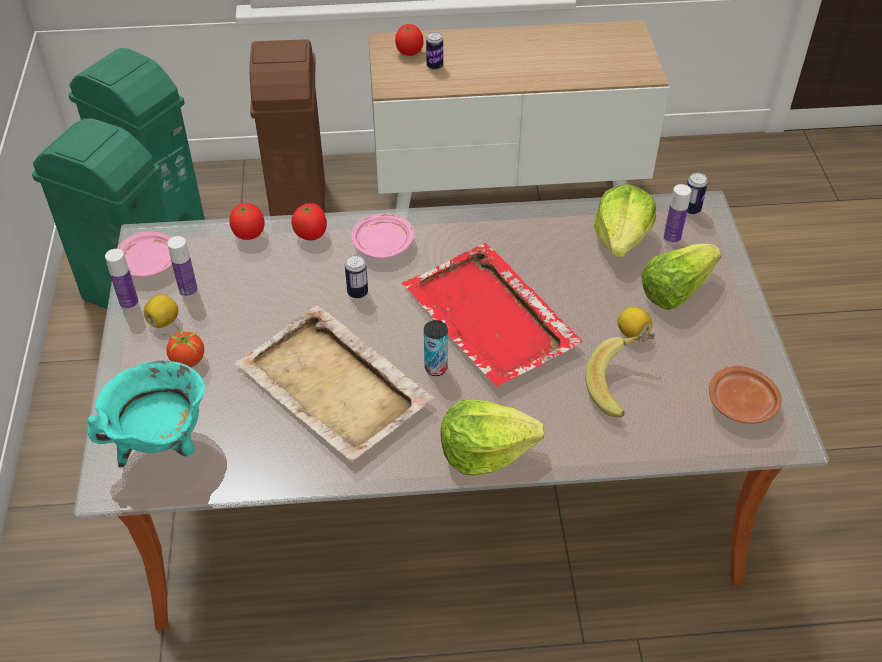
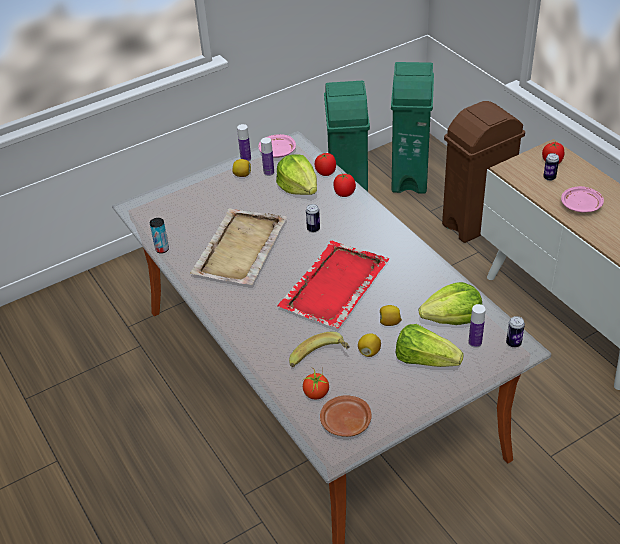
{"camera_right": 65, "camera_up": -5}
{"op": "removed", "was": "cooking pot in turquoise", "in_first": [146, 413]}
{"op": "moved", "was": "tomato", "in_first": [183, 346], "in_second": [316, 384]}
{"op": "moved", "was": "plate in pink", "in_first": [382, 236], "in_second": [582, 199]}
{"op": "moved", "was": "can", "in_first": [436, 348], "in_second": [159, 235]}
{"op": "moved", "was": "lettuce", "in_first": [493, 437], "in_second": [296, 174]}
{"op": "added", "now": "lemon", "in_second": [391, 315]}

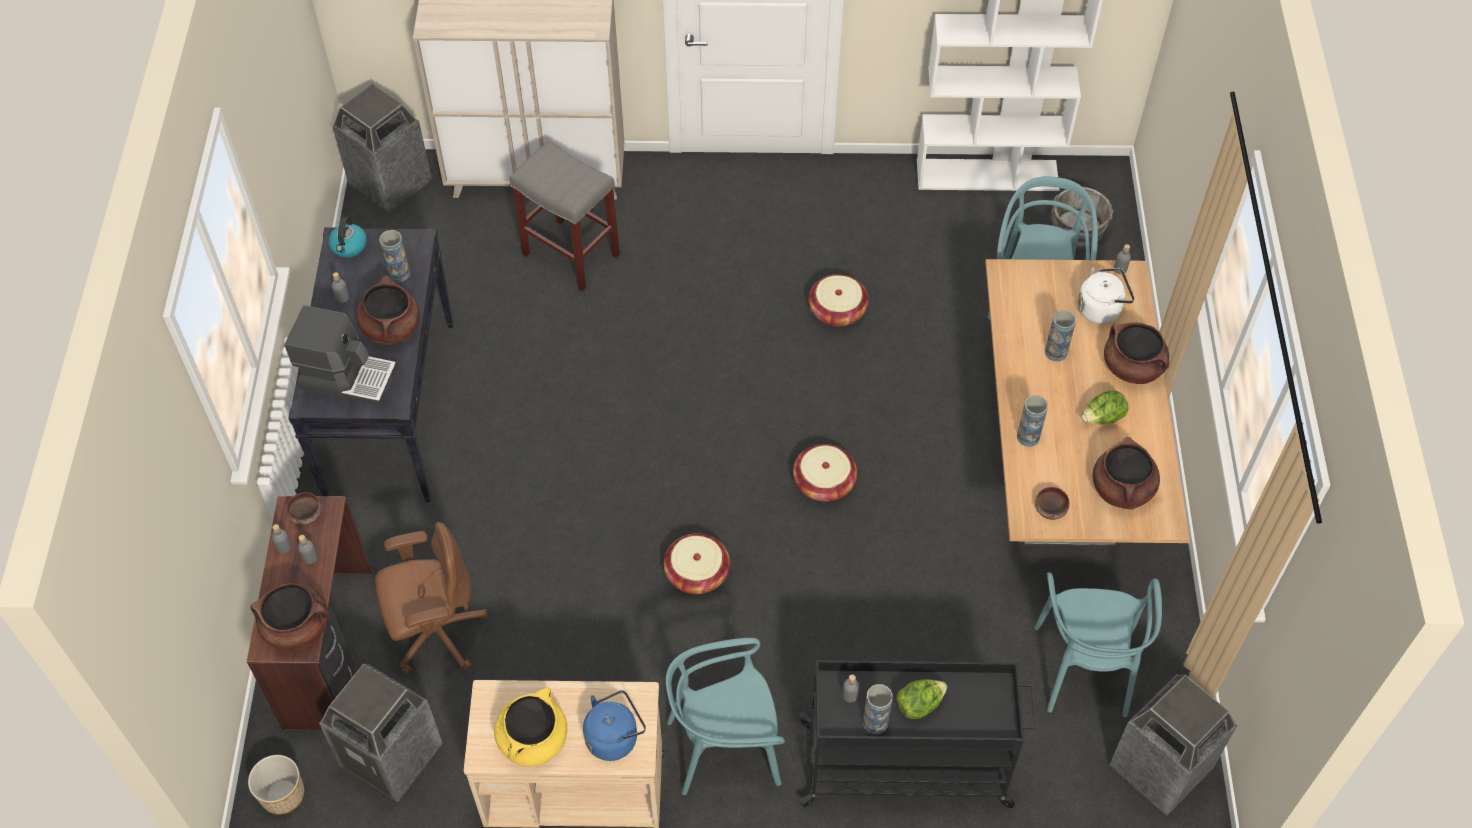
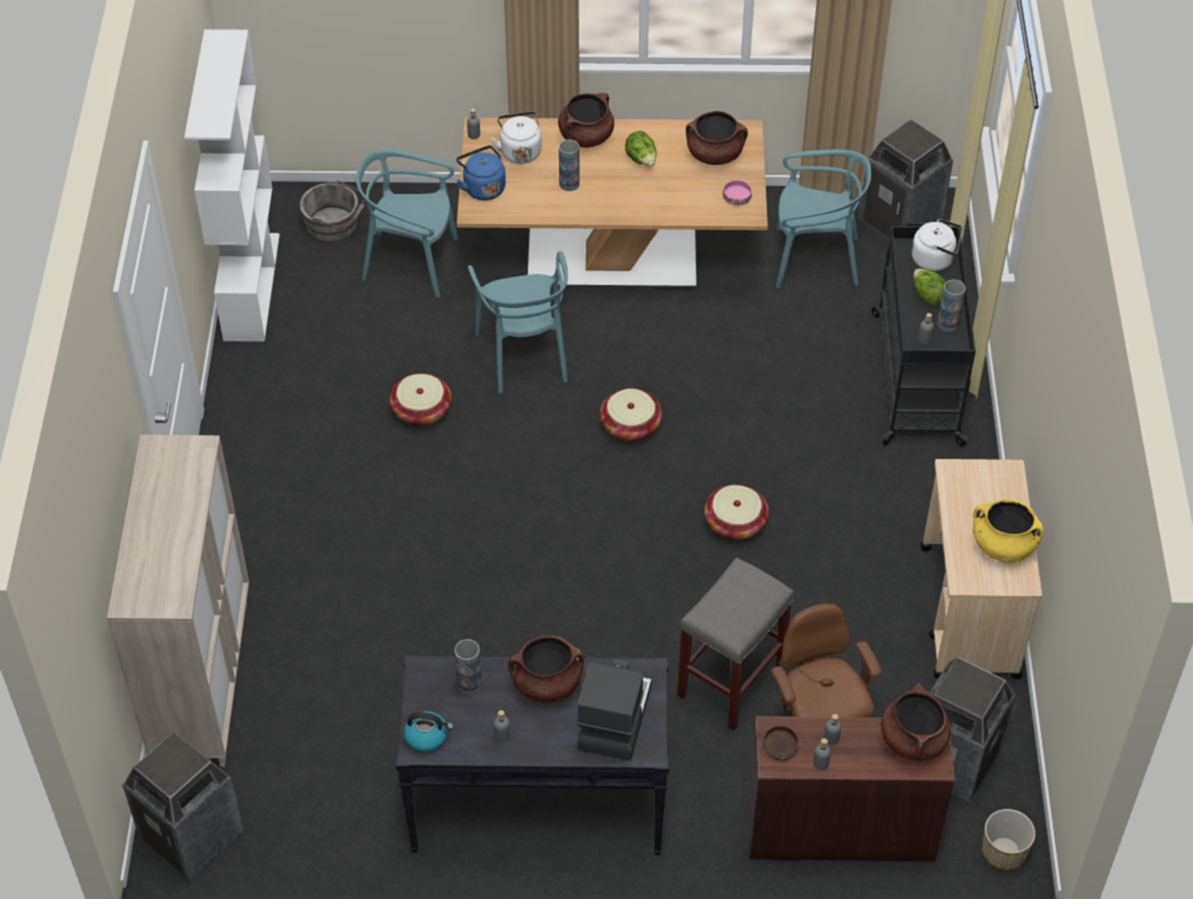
{"camera_right": -90, "camera_up": -5}
{"op": "moved", "was": "stool in grey", "in_first": [565, 216], "in_second": [735, 644]}
{"op": "moved", "was": "kettle in blue", "in_first": [614, 725], "in_second": [481, 172]}
{"op": "moved", "was": "chair in turquoise", "in_first": [725, 716], "in_second": [518, 322]}
{"op": "removed", "was": "vase", "in_first": [1032, 421]}
{"op": "recoloured", "was": "bowl in brown", "now": "bowl in pink", "in_first": [1052, 503], "in_second": [737, 193]}
{"op": "added", "now": "kettle in white", "in_second": [937, 245]}

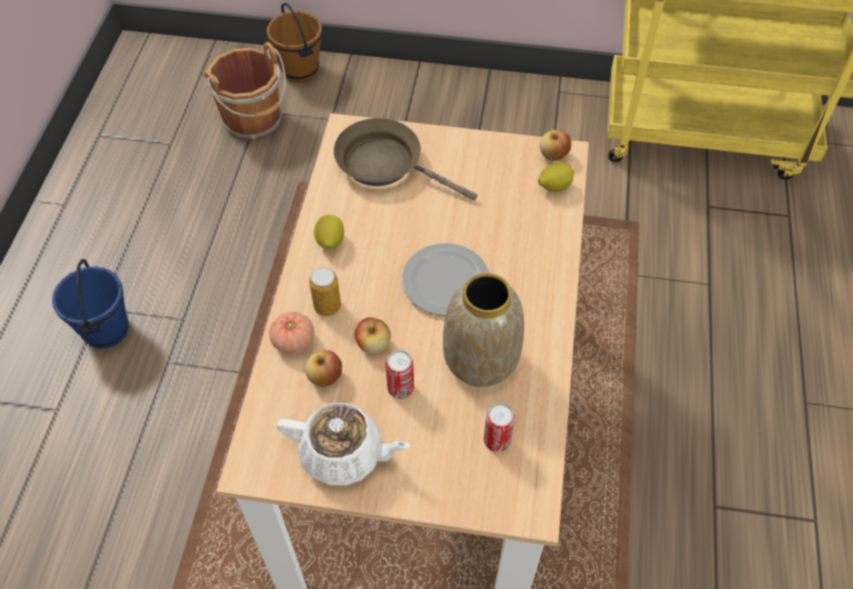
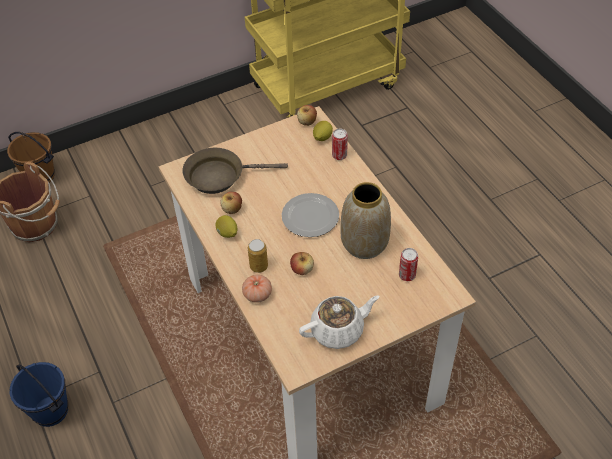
{"camera_right": -35, "camera_up": -5}
{"op": "moved", "was": "apple", "in_first": [323, 368], "in_second": [231, 203]}
{"op": "moved", "was": "can", "in_first": [400, 374], "in_second": [340, 144]}

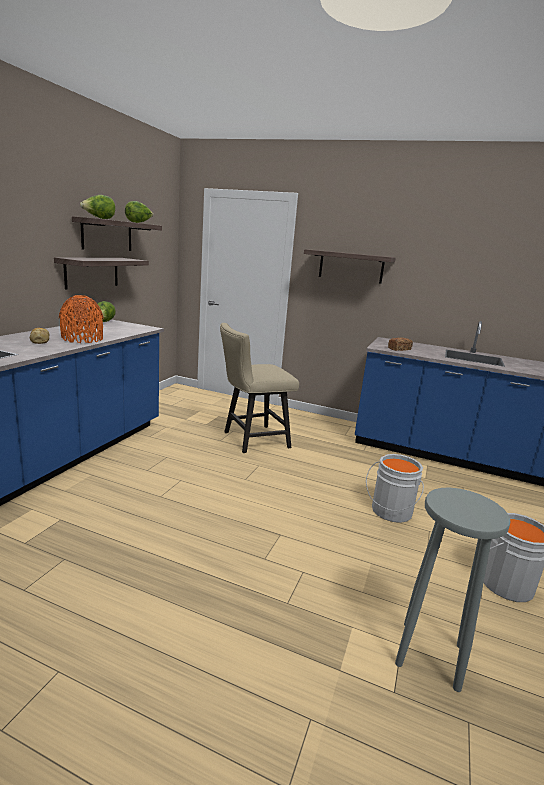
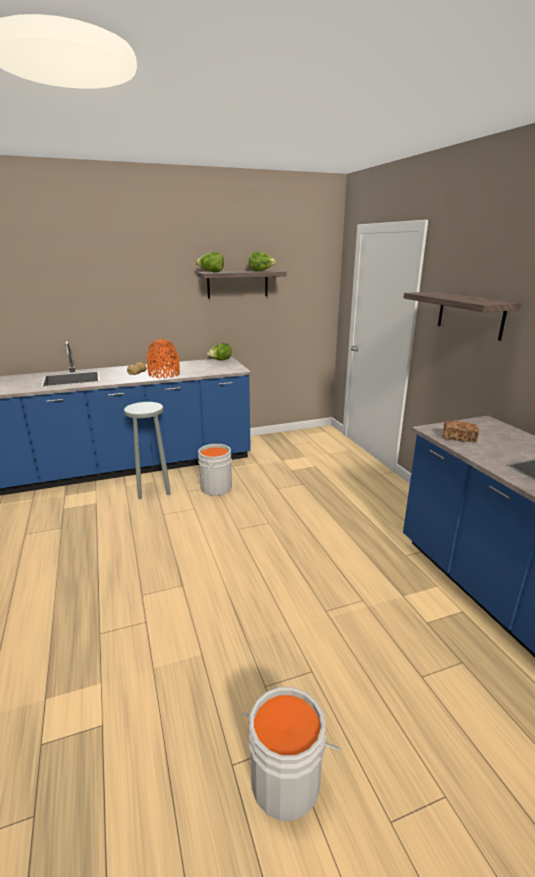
{"camera_right": 50, "camera_up": 5}
{"op": "removed", "was": "shelf", "in_first": [101, 273]}
{"op": "removed", "was": "chair in beige", "in_first": [259, 388]}
{"op": "moved", "was": "bucket in grey", "in_first": [395, 488], "in_second": [214, 470]}
{"op": "moved", "was": "stool in grey", "in_first": [453, 589], "in_second": [147, 450]}

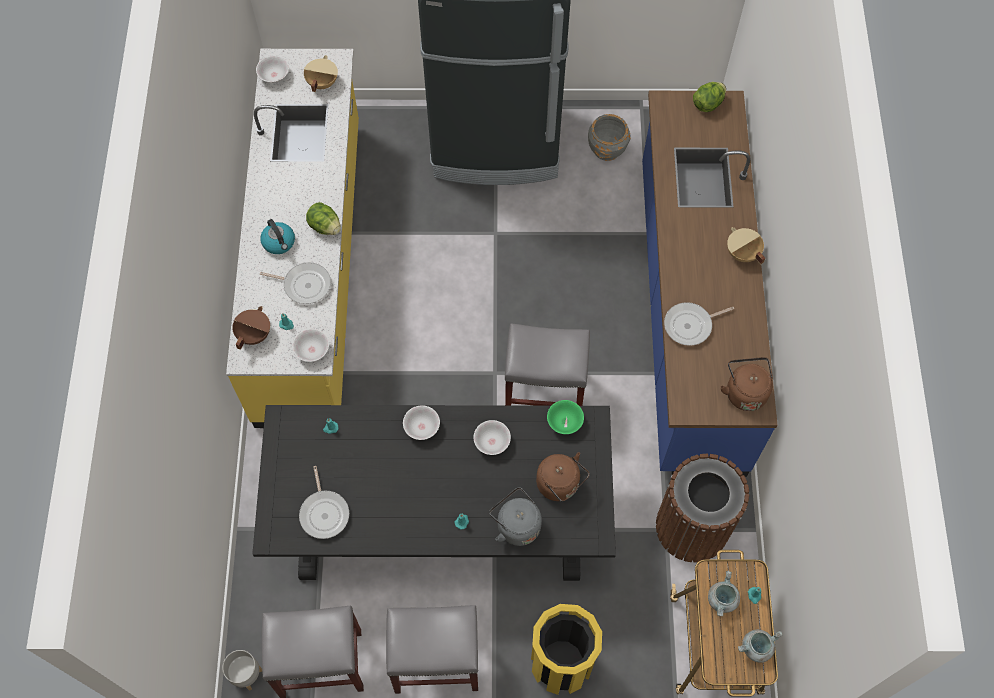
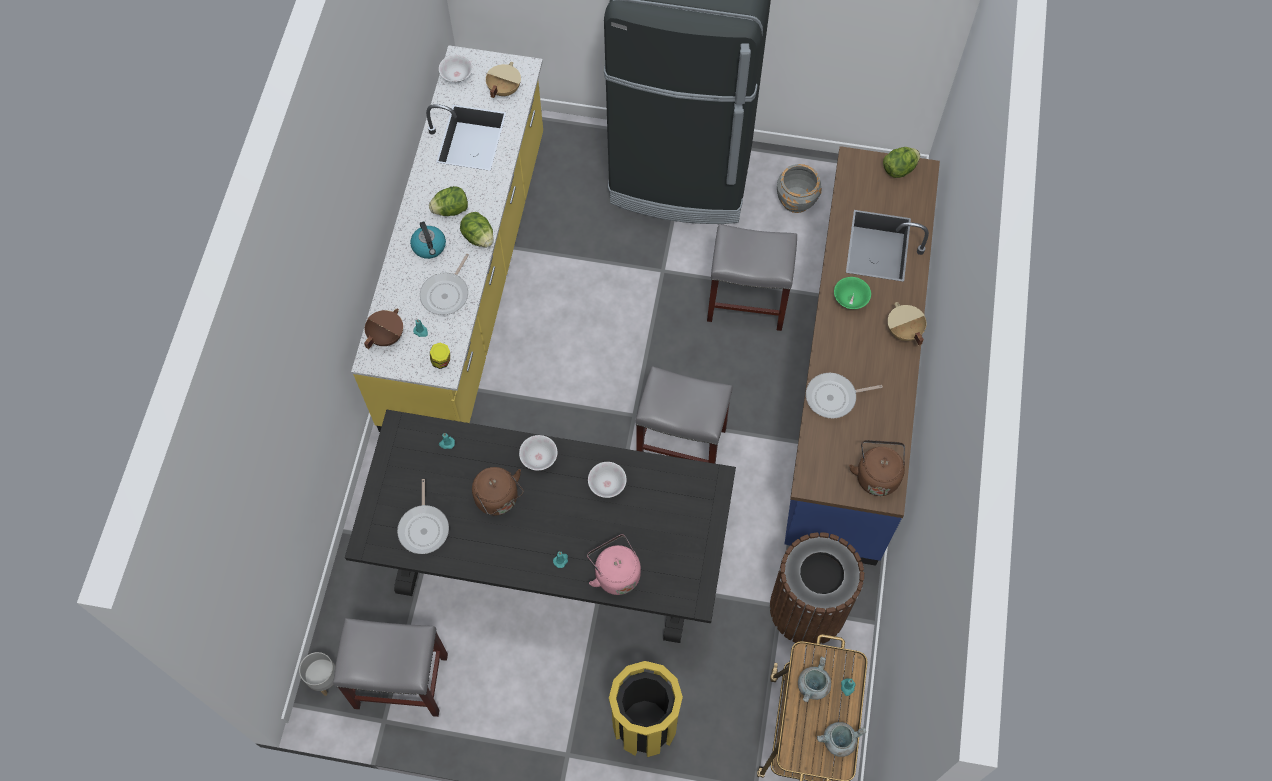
{"camera_right": 10, "camera_up": 0}
{"op": "turned", "was": "frying pan", "in_first": [295, 283], "in_second": [444, 284], "clockwise": 90}
{"op": "replaced", "was": "bowl in white", "now": "jar", "in_first": [310, 345], "in_second": [440, 355]}
{"op": "moved", "was": "stool in grey", "in_first": [432, 649], "in_second": [752, 277]}
{"op": "recoloured", "was": "kettle in grey", "now": "kettle in pink", "in_first": [515, 516], "in_second": [614, 565]}
{"op": "moved", "was": "kettle in brown", "in_first": [562, 477], "in_second": [498, 491]}
{"op": "moved", "was": "bowl in green", "in_first": [565, 417], "in_second": [852, 293]}
{"op": "added", "now": "lettuce", "in_second": [448, 201]}

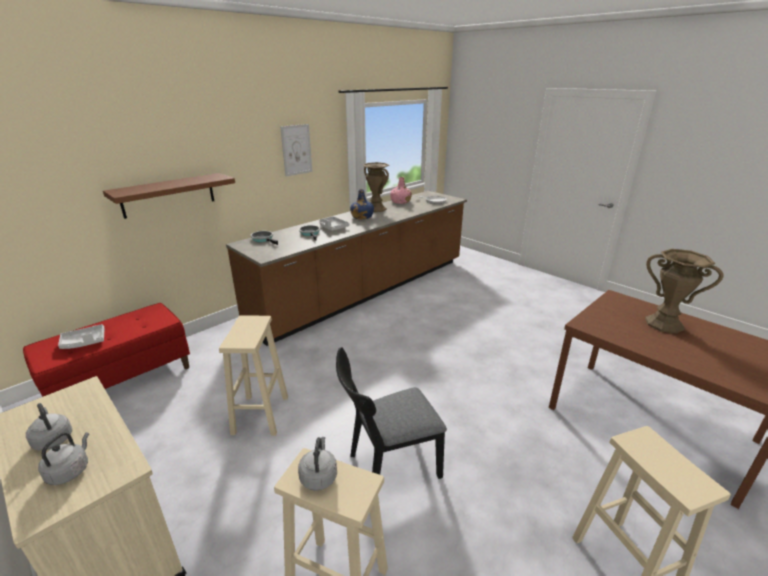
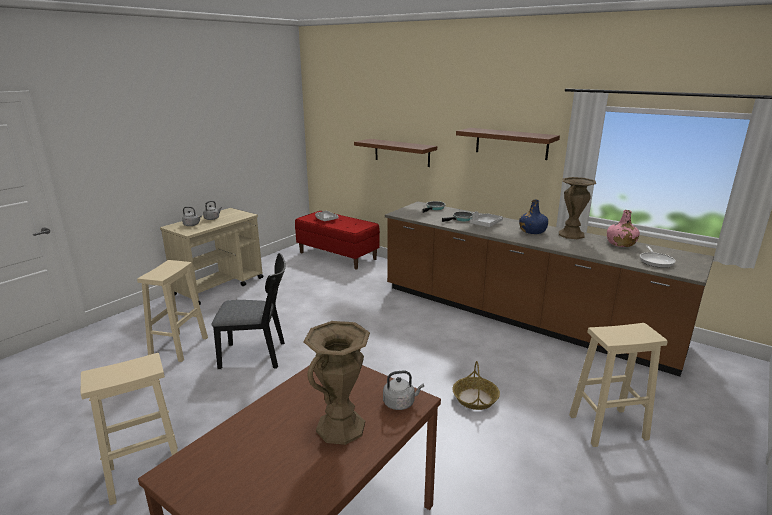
{"camera_right": 80, "camera_up": -5}
{"op": "moved", "was": "stool in beige", "in_first": [253, 376], "in_second": [618, 385]}
{"op": "replaced", "was": "picture", "now": "shelf in brown", "in_first": [296, 150], "in_second": [508, 144]}
{"op": "moved", "was": "kettle in grey", "in_first": [317, 464], "in_second": [403, 390]}
{"op": "turned", "was": "chair in black", "in_first": [391, 413], "in_second": [249, 311], "clockwise": 120}
{"op": "added", "now": "basket", "in_second": [476, 385]}

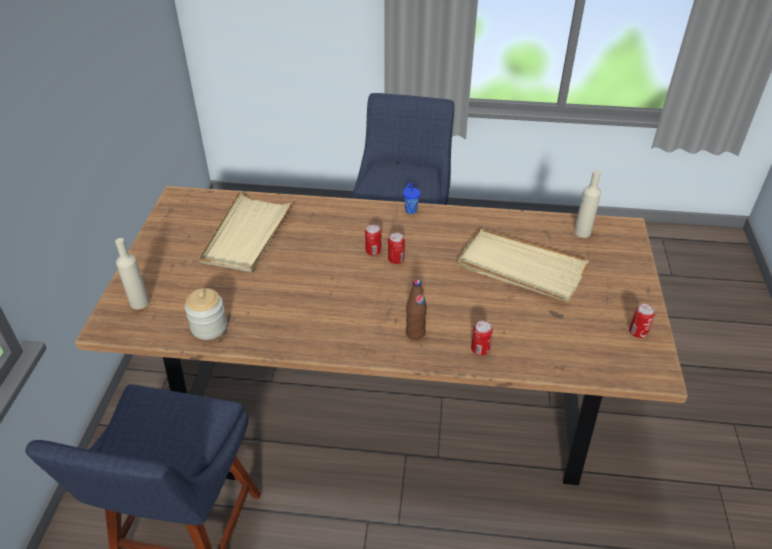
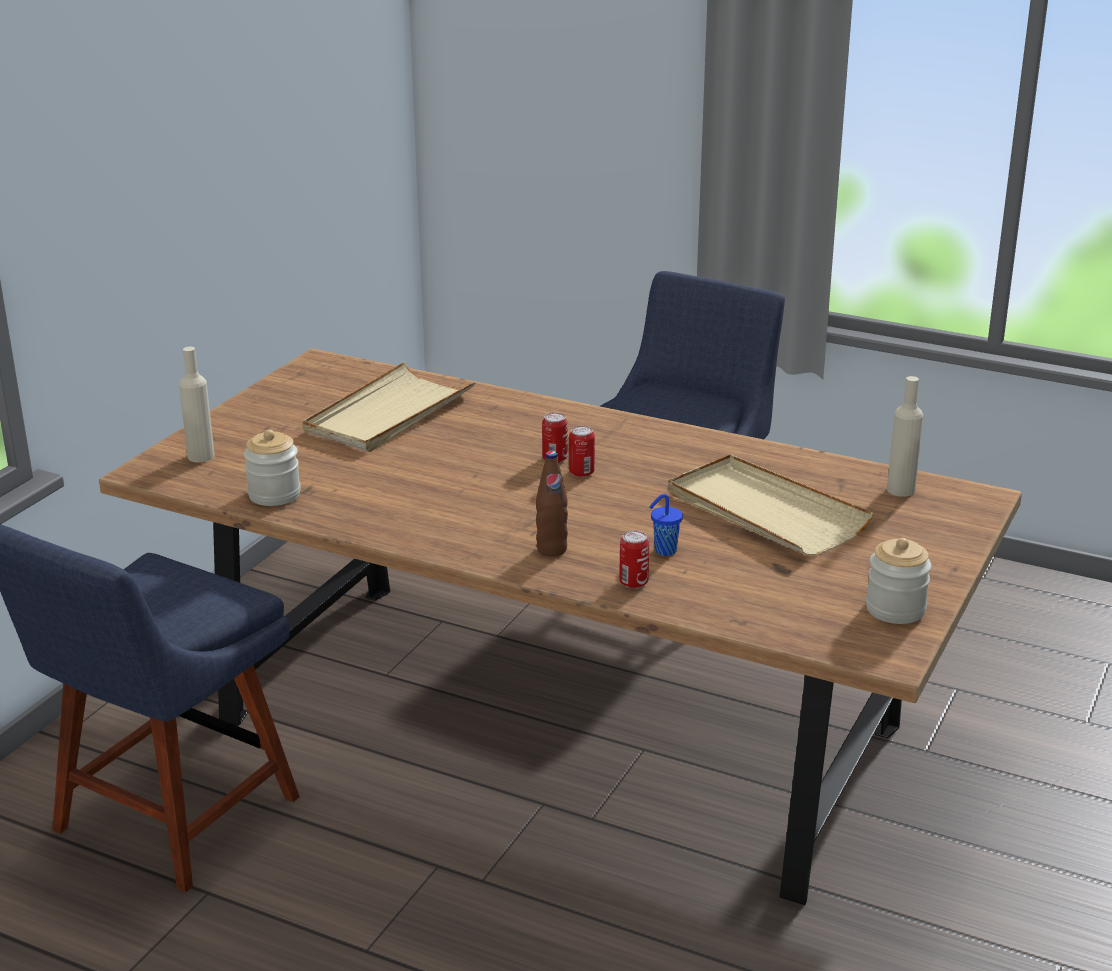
{"camera_right": 20, "camera_up": -15}
{"op": "moved", "was": "cup in blue", "in_first": [411, 198], "in_second": [666, 525]}
{"op": "replaced", "was": "can", "now": "jar", "in_first": [642, 321], "in_second": [898, 581]}

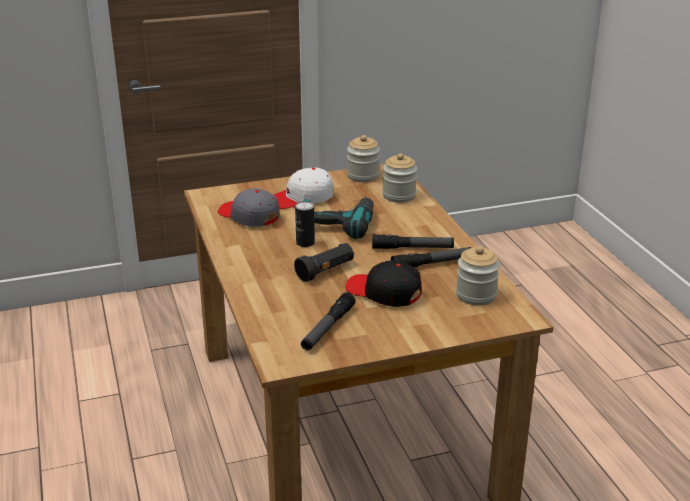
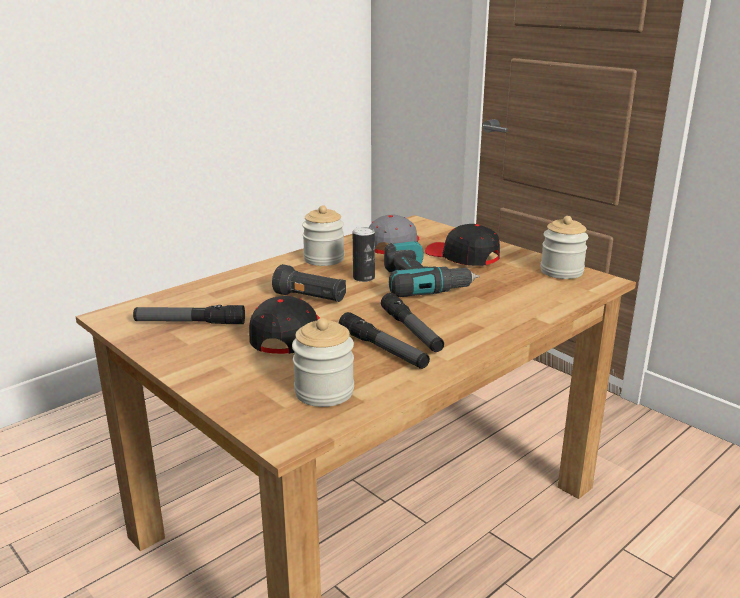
{"camera_right": 65, "camera_up": -5}
{"op": "recoloured", "was": "cap in white", "now": "cap in black", "in_first": [303, 188], "in_second": [462, 245]}
{"op": "moved", "was": "jar", "in_first": [400, 178], "in_second": [323, 235]}

